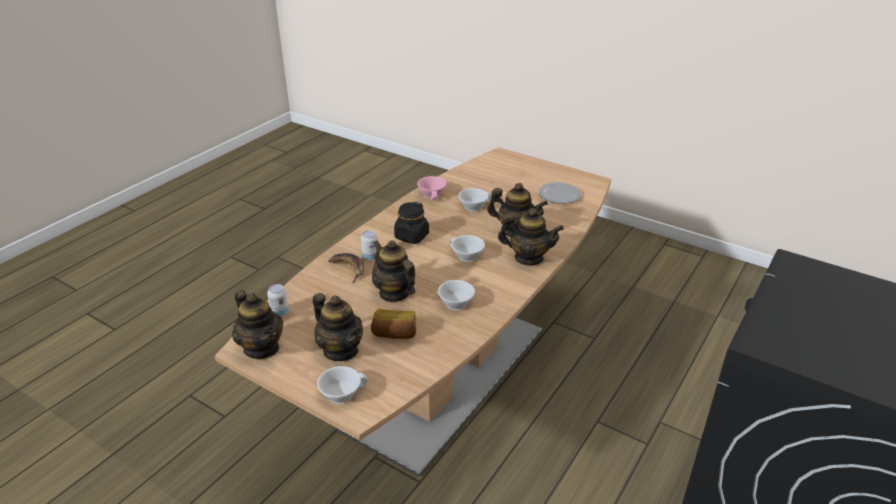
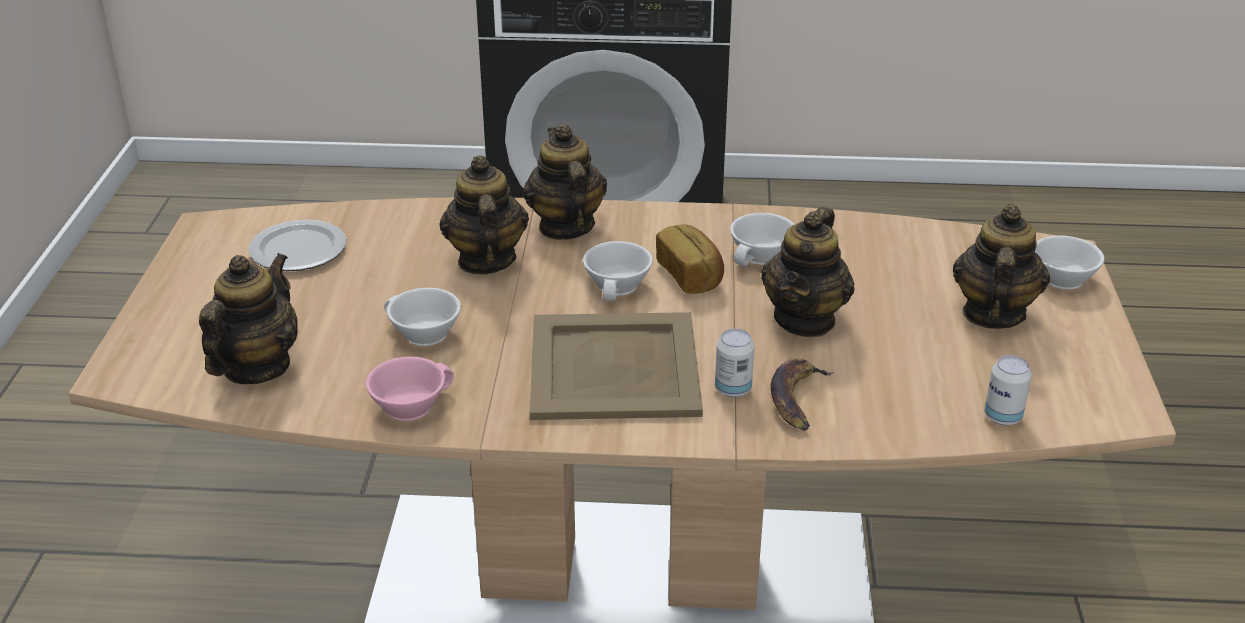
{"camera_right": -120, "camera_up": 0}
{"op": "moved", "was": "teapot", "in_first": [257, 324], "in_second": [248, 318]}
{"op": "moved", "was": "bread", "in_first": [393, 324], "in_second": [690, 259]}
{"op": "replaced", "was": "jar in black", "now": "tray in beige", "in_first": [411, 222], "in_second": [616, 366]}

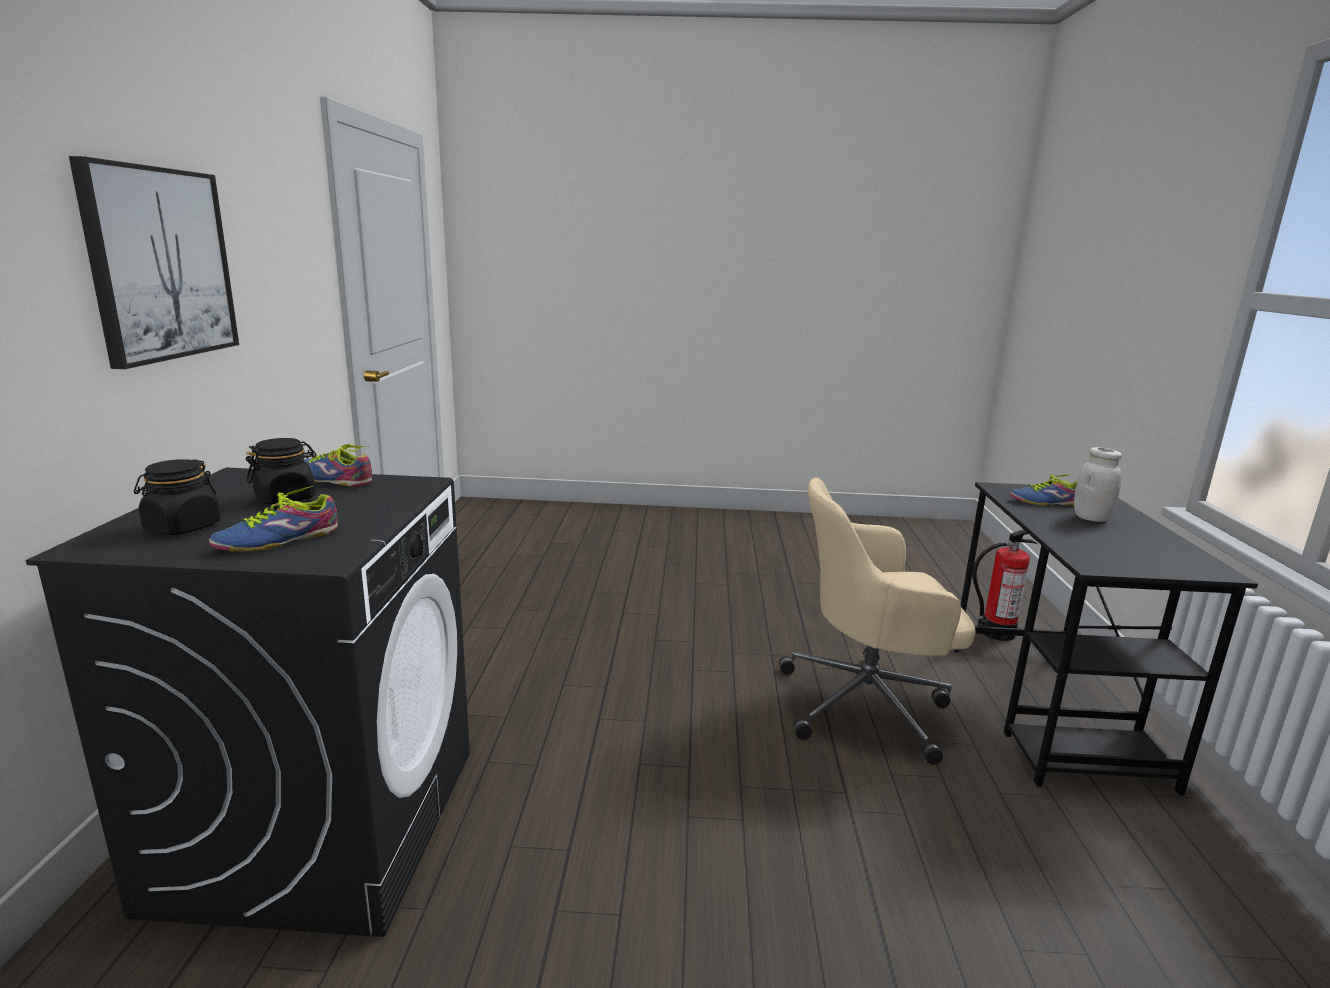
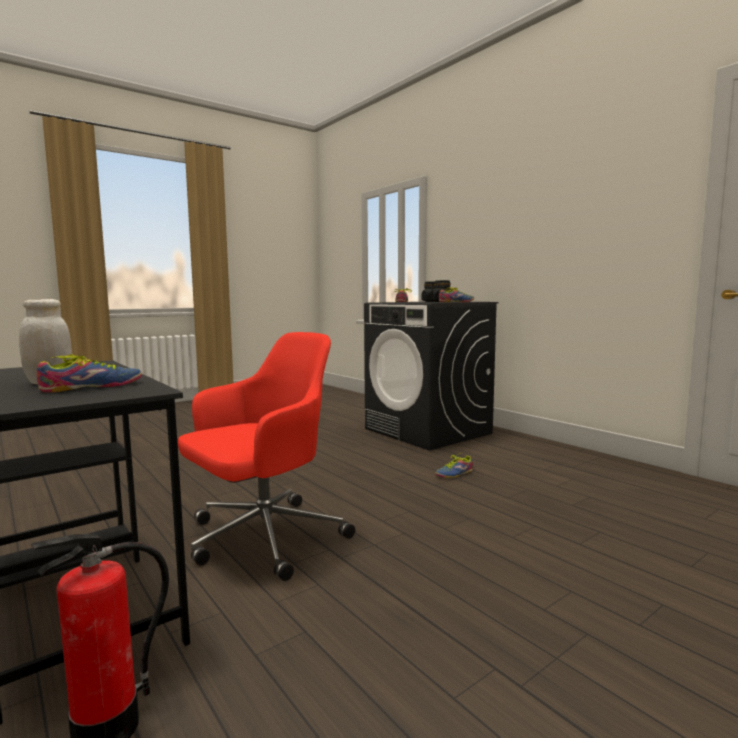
{"camera_right": 140, "camera_up": -10}
{"op": "removed", "was": "picture", "in_first": [154, 262]}
{"op": "recoloured", "was": "office chair in beige", "now": "office chair in red", "in_first": [877, 621], "in_second": [266, 456]}
{"op": "added", "now": "shoe", "in_second": [454, 465]}

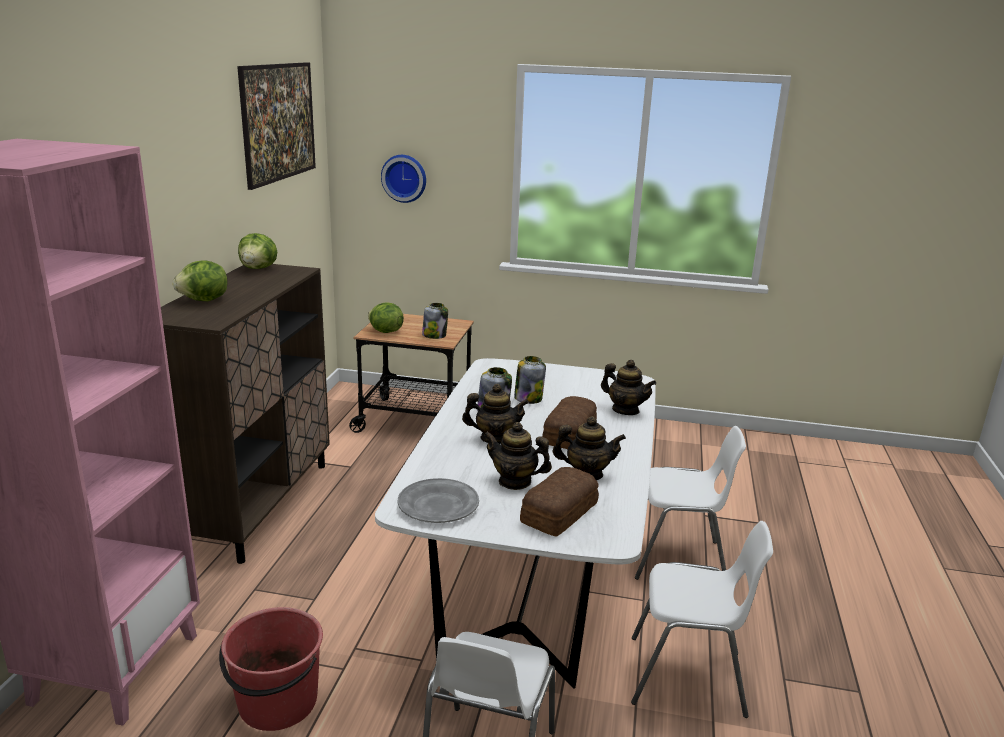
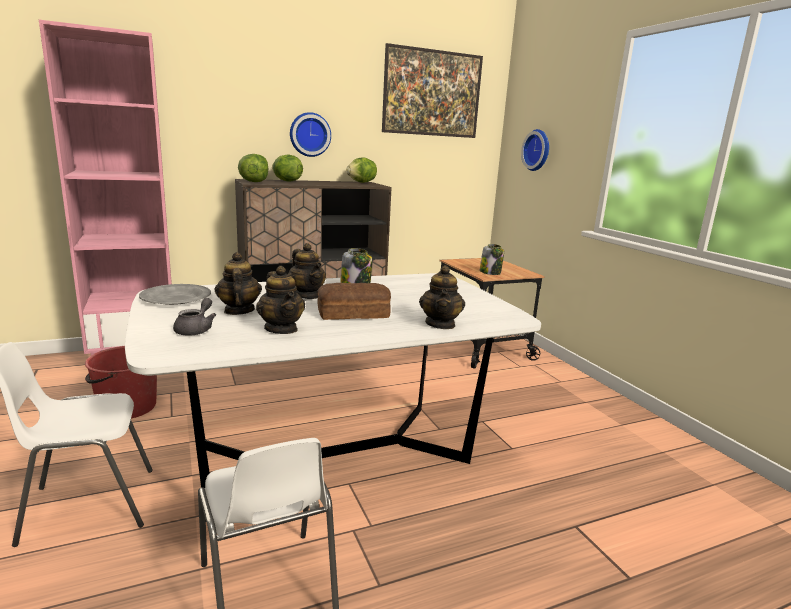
{"camera_right": 55, "camera_up": -5}
{"op": "moved", "was": "lettuce", "in_first": [386, 317], "in_second": [253, 168]}
{"op": "removed", "was": "jar", "in_first": [530, 380]}
{"op": "replaced", "was": "bread", "now": "teapot in grey", "in_first": [559, 501], "in_second": [194, 317]}
{"op": "removed", "was": "chair in white", "in_first": [690, 503]}
{"op": "added", "now": "wall clock", "in_second": [310, 134]}

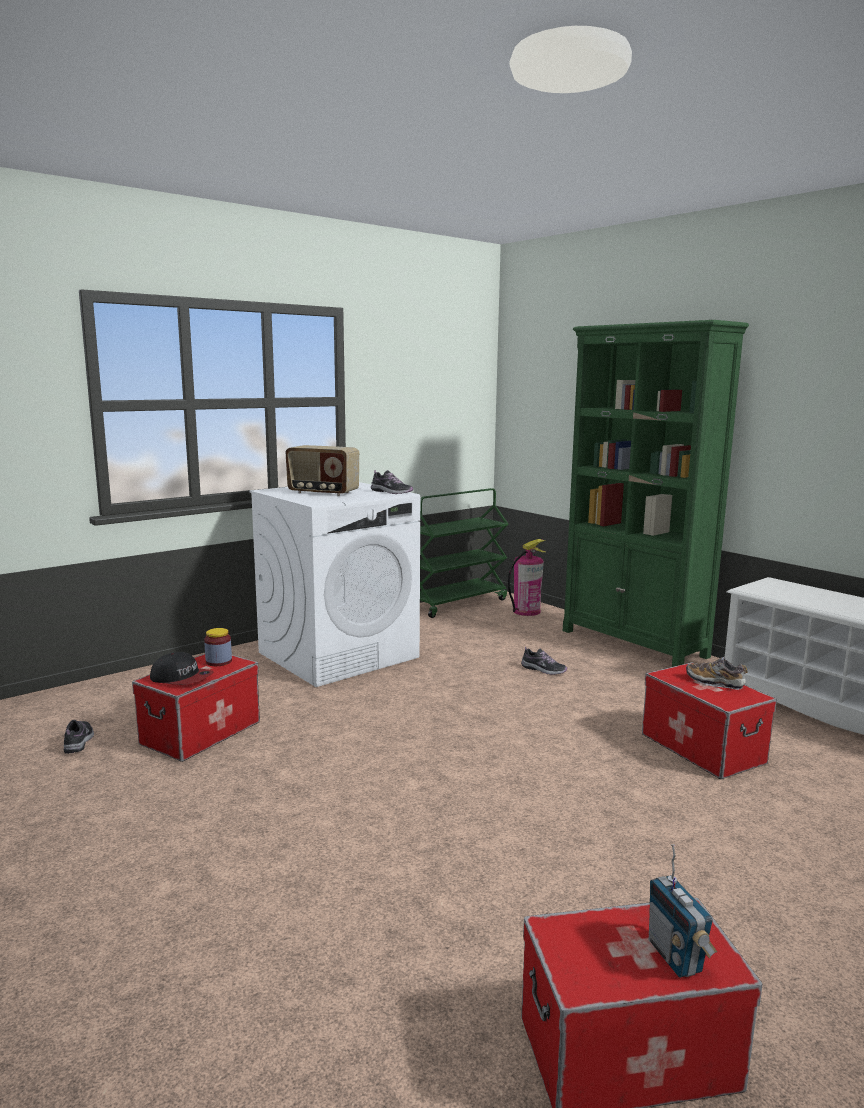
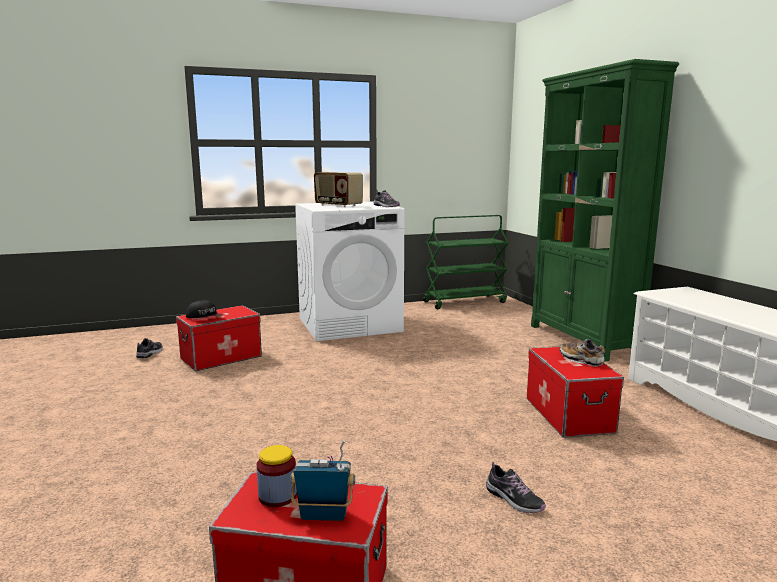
{"camera_right": 20, "camera_up": 0}
{"op": "moved", "was": "jar", "in_first": [218, 647], "in_second": [277, 476]}
{"op": "removed", "was": "fire extinguisher", "in_first": [526, 577]}
{"op": "moved", "was": "shoe", "in_first": [544, 661], "in_second": [516, 487]}
{"op": "turned", "was": "radio", "in_first": [683, 911], "in_second": [322, 480], "clockwise": 90}

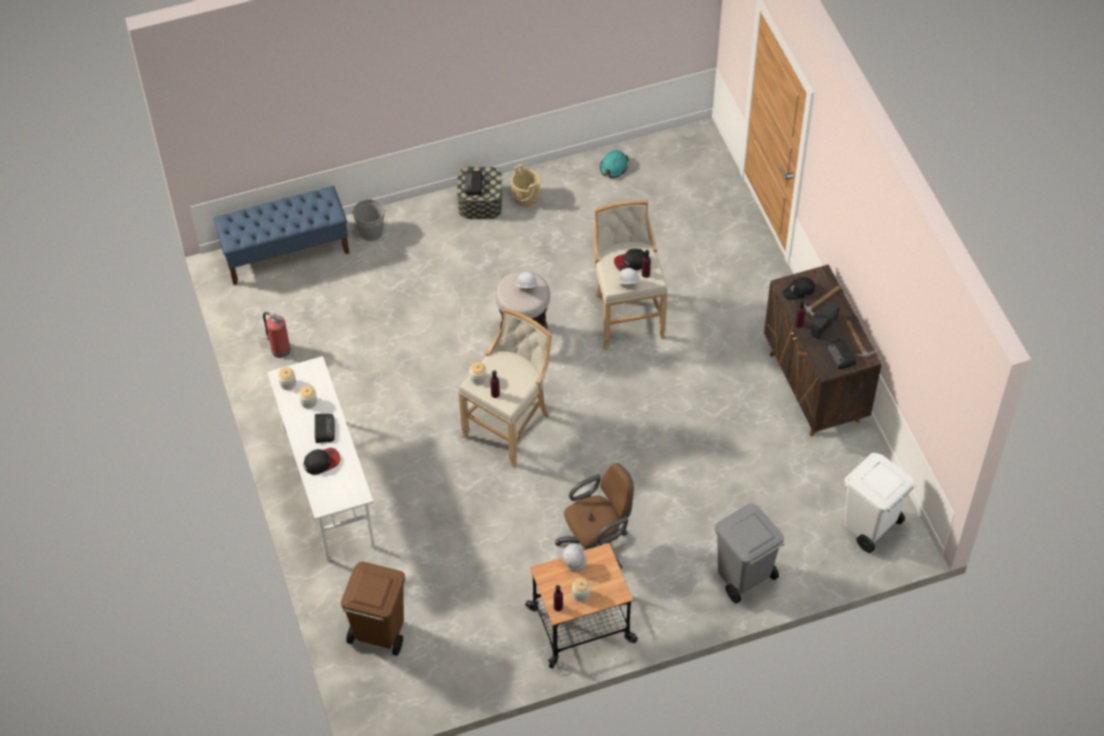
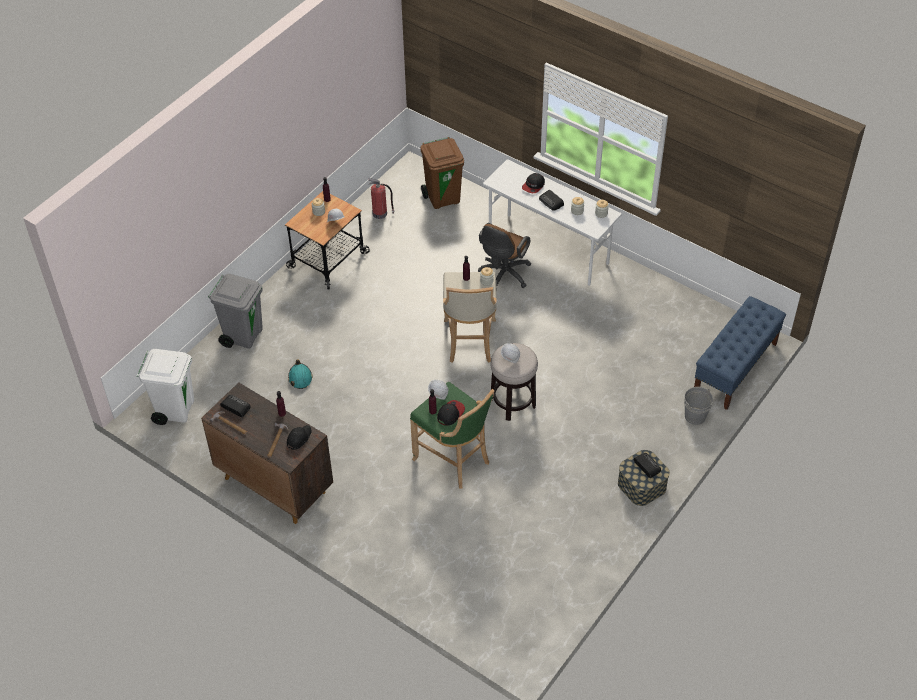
{"camera_right": 145, "camera_up": -5}
{"op": "moved", "was": "fire extinguisher", "in_first": [277, 335], "in_second": [381, 198]}
{"op": "removed", "was": "bucket in beige", "in_first": [526, 185]}
{"op": "moved", "was": "office chair in brown", "in_first": [594, 516], "in_second": [504, 256]}
{"op": "recoloured", "was": "stool in beige", "now": "stool in green", "in_first": [630, 275], "in_second": [452, 435]}
{"op": "moved", "was": "hard hat in turquoise", "in_first": [614, 164], "in_second": [300, 374]}
{"op": "removed", "was": "radio", "in_first": [825, 320]}

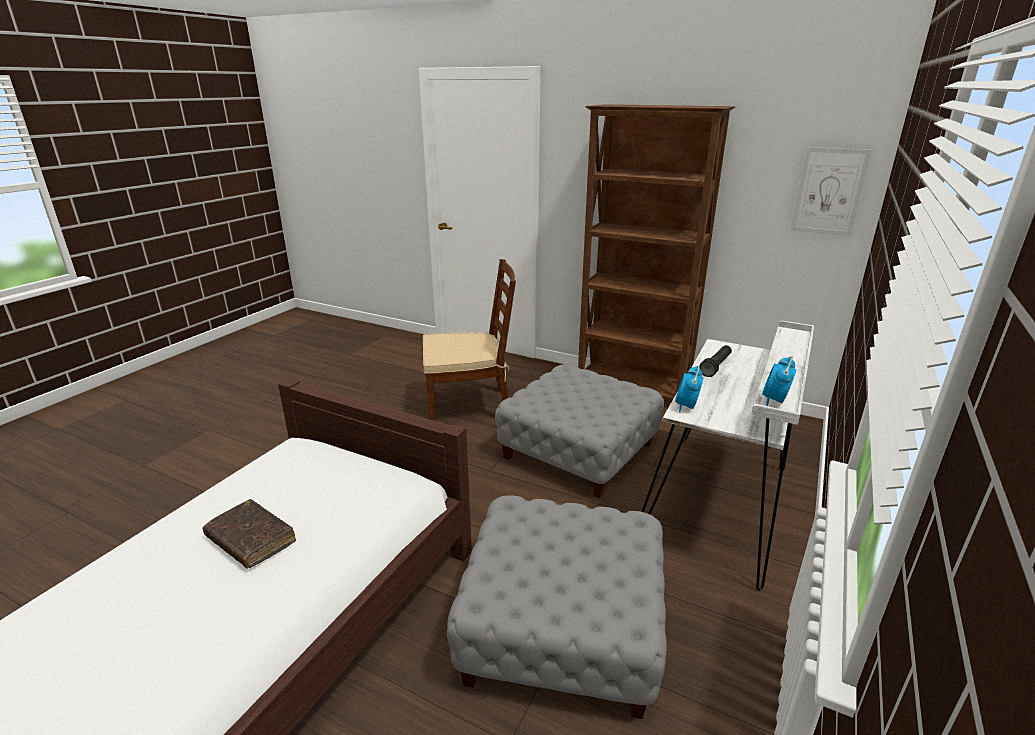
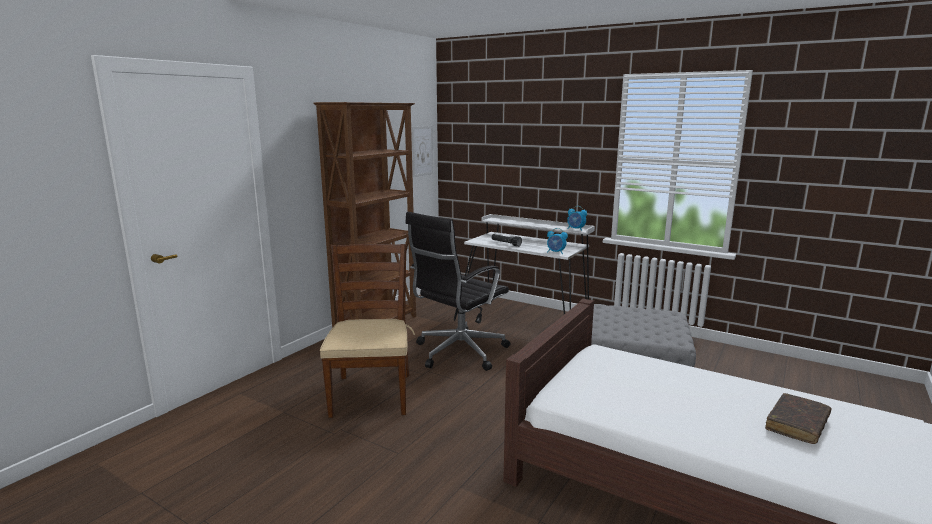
{"camera_right": -85, "camera_up": -10}
{"op": "moved", "was": "book in brown", "in_first": [249, 534], "in_second": [798, 418]}
{"op": "replaced", "was": "ottoman in grey", "now": "office chair in black", "in_first": [579, 431], "in_second": [457, 291]}

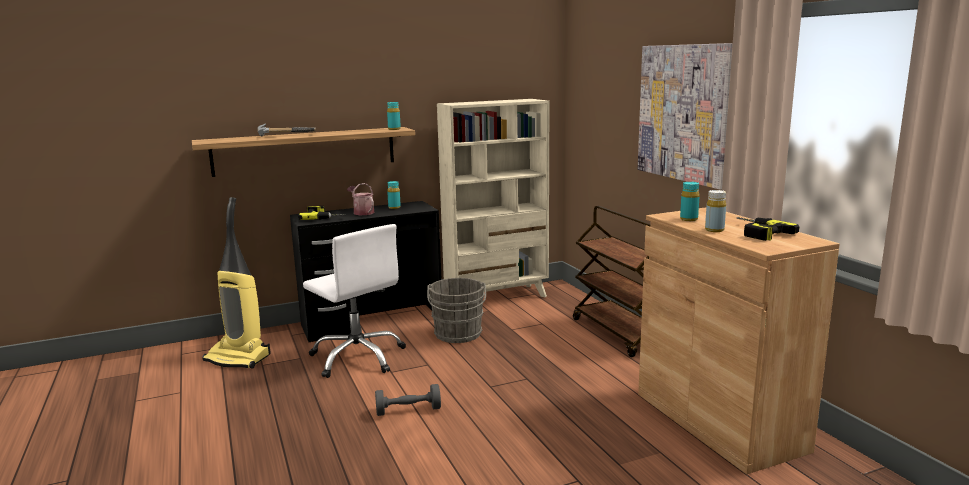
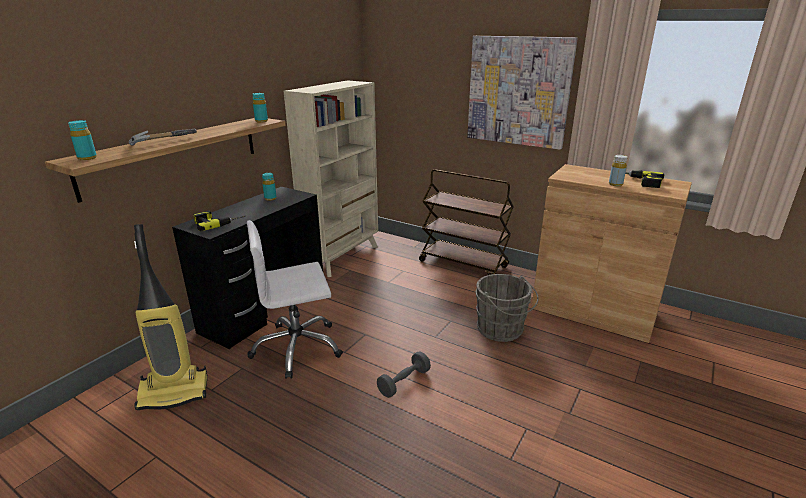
{"camera_right": -35, "camera_up": 10}
{"op": "turned", "was": "office chair in white", "in_first": [354, 301], "in_second": [295, 299], "clockwise": 150}
{"op": "removed", "was": "watering can", "in_first": [360, 199]}
{"op": "moved", "was": "bucket in grey", "in_first": [456, 310], "in_second": [507, 308]}
{"op": "moved", "was": "bottle in turquoise", "in_first": [690, 201], "in_second": [82, 140]}

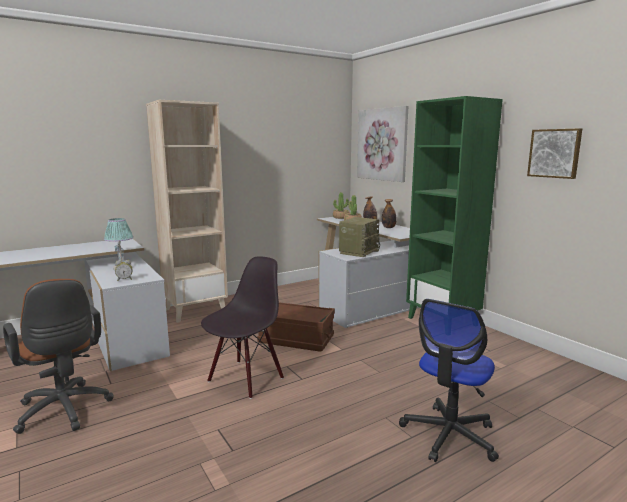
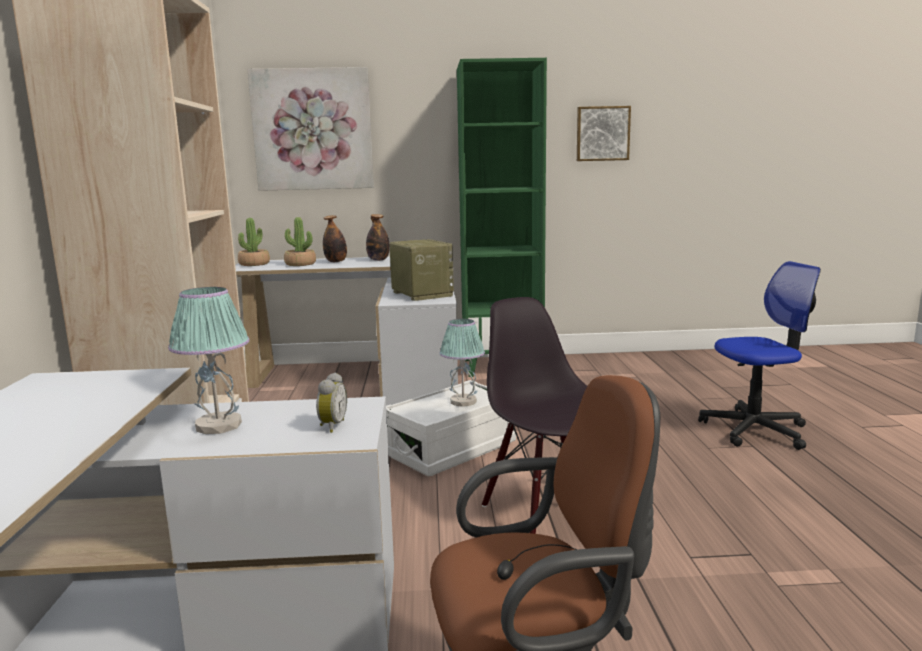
{"camera_right": -60, "camera_up": 0}
{"op": "recoloured", "was": "storage box in brown", "now": "storage box in white", "in_first": [296, 327], "in_second": [451, 428]}
{"op": "turned", "was": "office chair", "in_first": [449, 380], "in_second": [759, 355], "clockwise": -75}
{"op": "added", "now": "table lamp", "in_second": [462, 363]}

